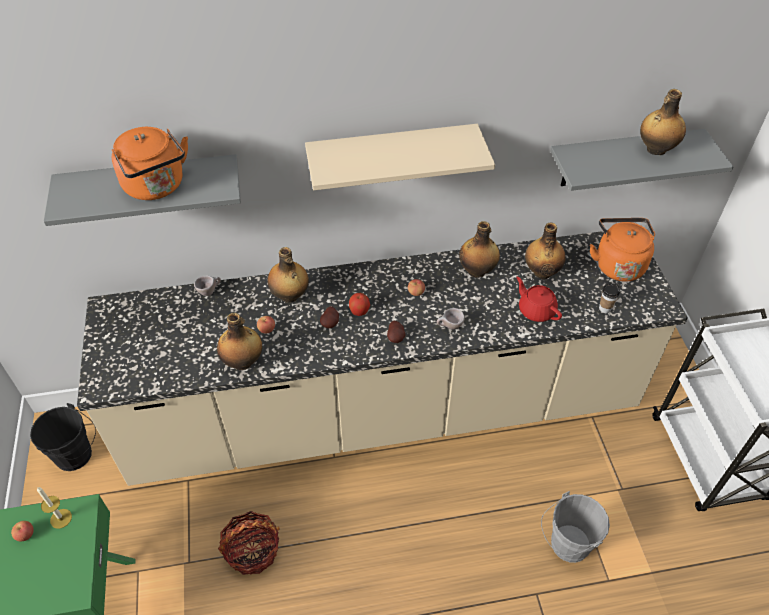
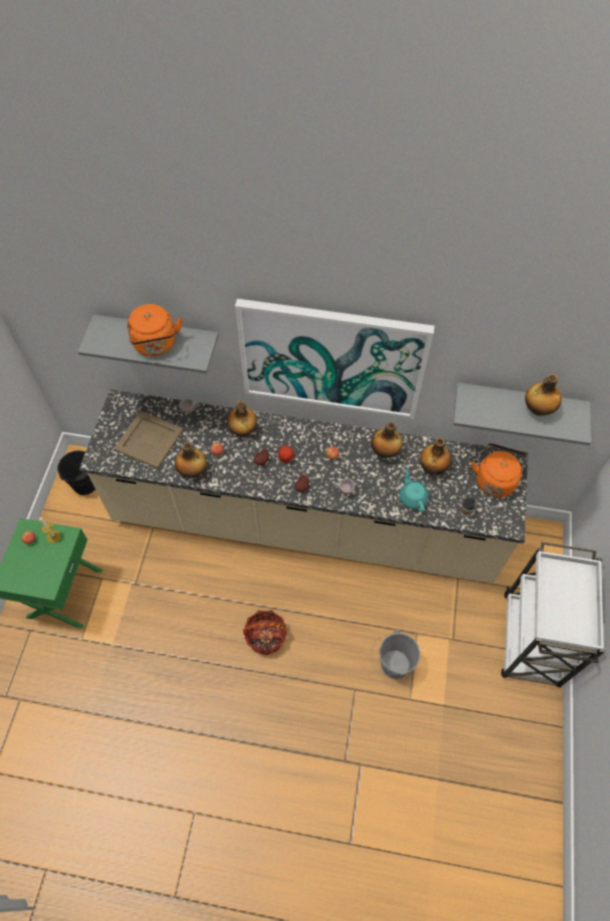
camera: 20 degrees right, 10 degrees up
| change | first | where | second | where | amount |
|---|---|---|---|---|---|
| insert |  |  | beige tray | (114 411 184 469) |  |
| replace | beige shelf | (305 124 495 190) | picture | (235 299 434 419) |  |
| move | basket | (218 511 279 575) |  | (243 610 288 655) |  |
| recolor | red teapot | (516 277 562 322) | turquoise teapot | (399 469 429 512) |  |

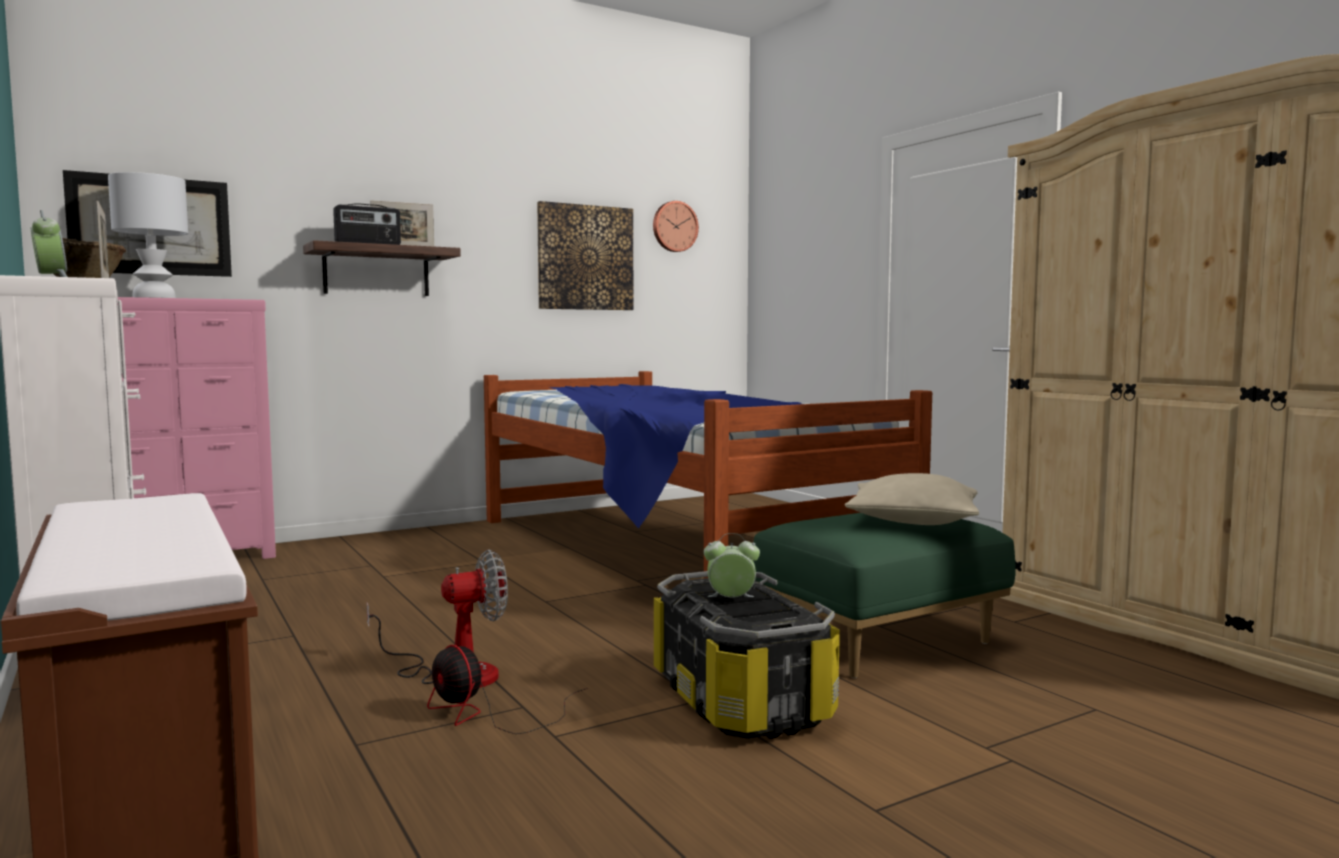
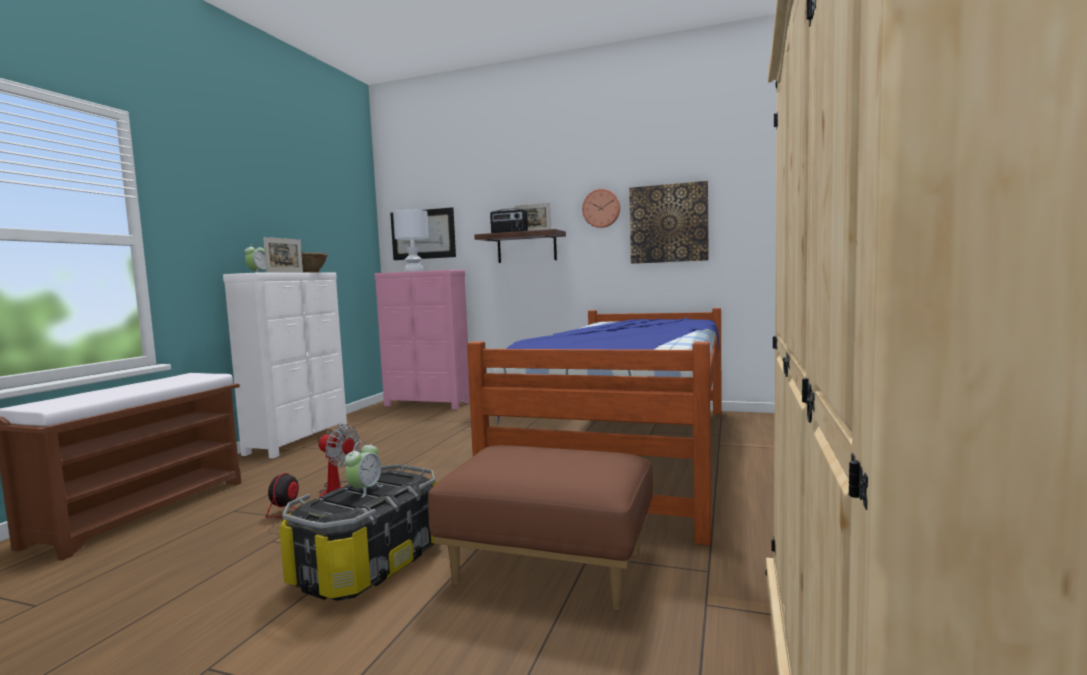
camera: 50 degrees right, 0 degrees up
| change | first | where | second | where | amount |
|---|---|---|---|---|---|
| rotate | alarm clock | (704 533 760 597) |  | (345 441 383 498) | 60 degrees clockwise |
| recolor | green ottoman | (753 513 1016 678) | brown ottoman | (428 445 653 610) |  |
| move | wall clock | (653 201 699 252) |  | (582 189 620 228) |  |
| delete | beige pillow | (844 473 979 525) |  |  |  |

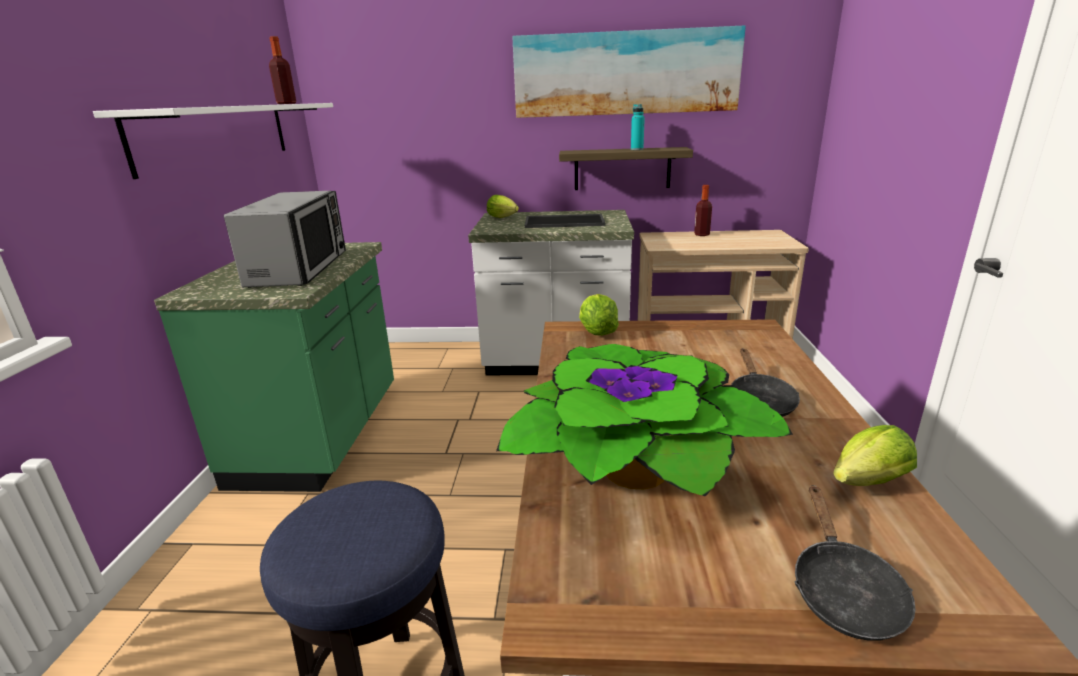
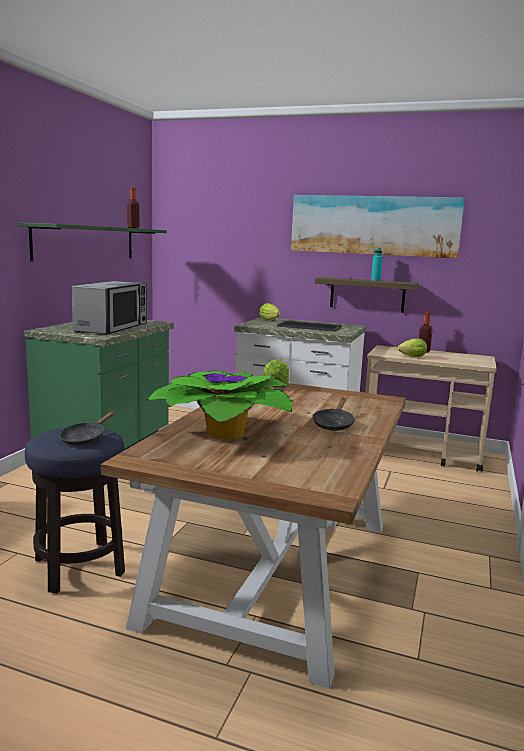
camera: 15 degrees right, 10 degrees down
| change | first | where | second | where | amount |
|---|---|---|---|---|---|
| recolor | white shelf | (93 103 333 179) | green shelf | (18 223 167 261) |  |
| move | black frying pan | (795 485 916 641) |  | (59 411 115 445) |  |
| move | lettuce | (833 425 917 486) |  | (397 338 427 357) |  |

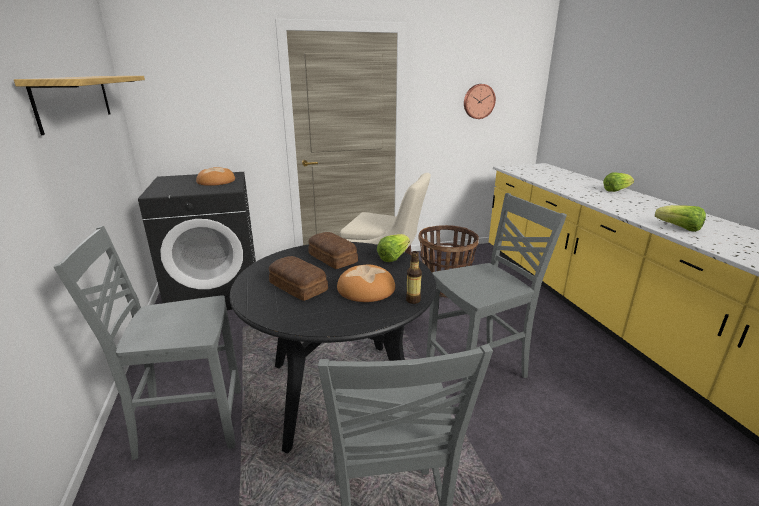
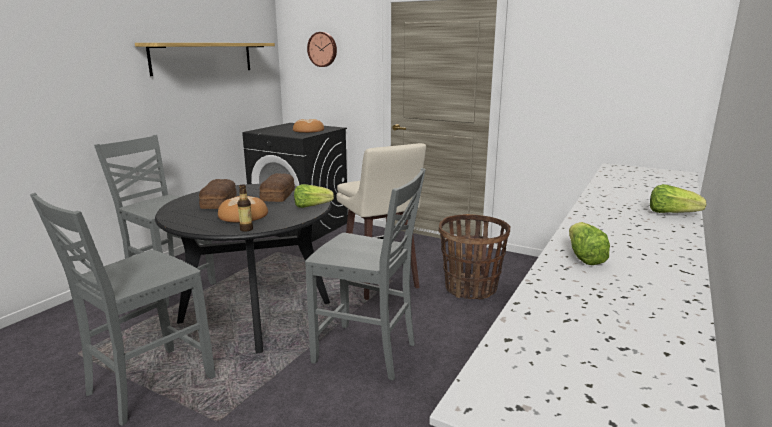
camera: 45 degrees right, 5 degrees down
| change | first | where | second | where | amount |
|---|---|---|---|---|---|
| move | wall clock | (464 84 496 119) |  | (307 32 337 67) |  |

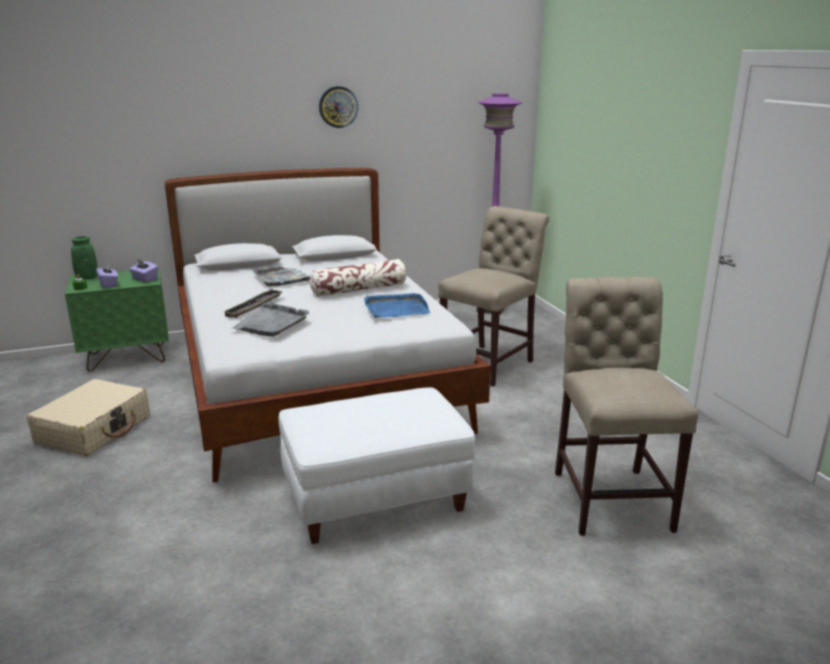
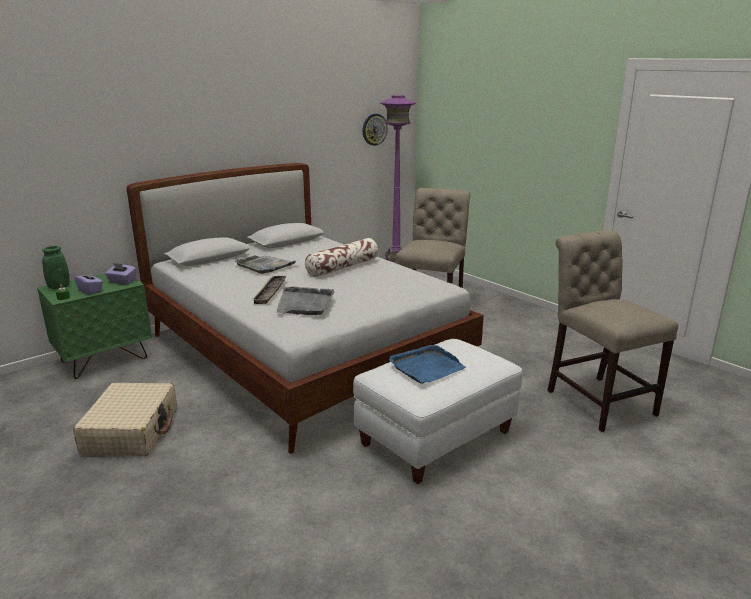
camera: 20 degrees left, 0 degrees up
| change | first | where | second | where | amount |
|---|---|---|---|---|---|
| move | wall clock | (319 86 358 128) |  | (362 114 388 146) |  |
| move | blue tray | (364 293 431 318) |  | (389 345 466 384) |  |

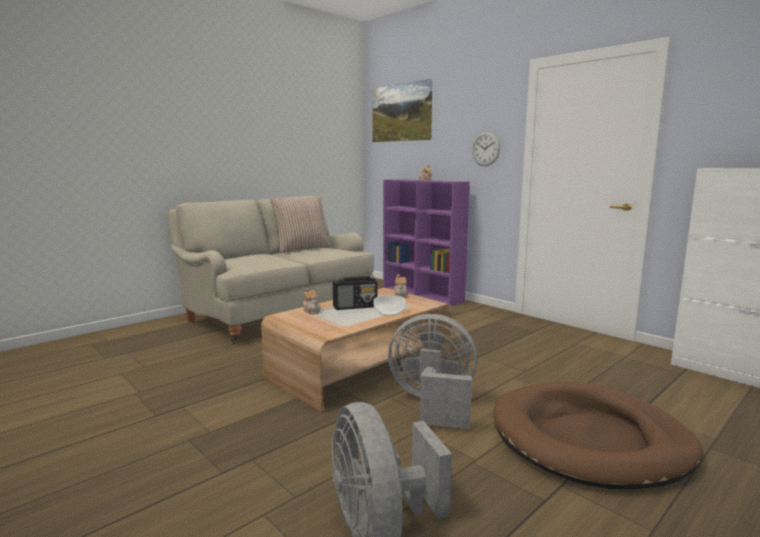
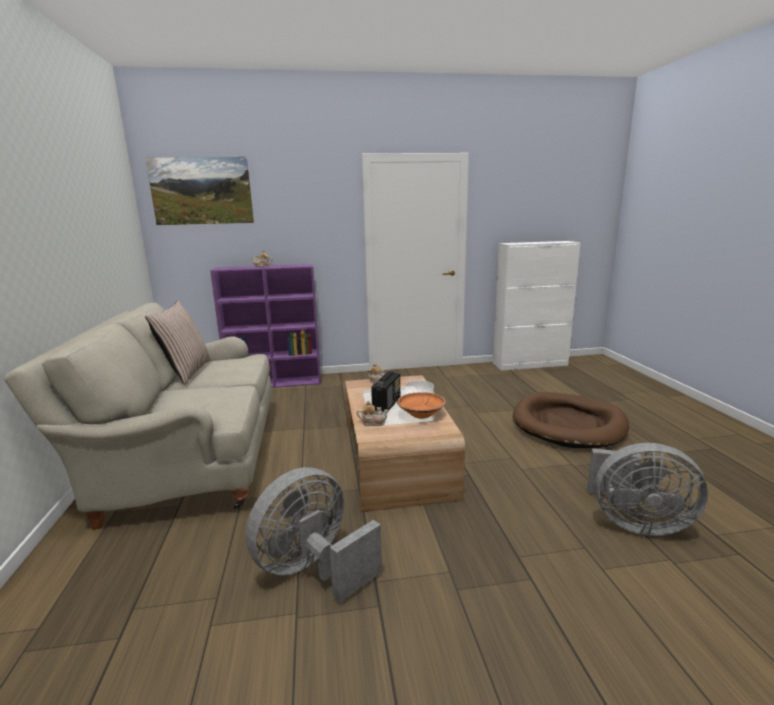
camera: 55 degrees left, 5 degrees up
| change | first | where | second | where | amount |
|---|---|---|---|---|---|
| move | grey fan | (388 314 477 429) |  | (246 467 382 602) |  |
| insert |  |  | orange bowl | (397 392 446 419) |  |
| delete | wall clock | (472 132 500 166) |  |  |  |

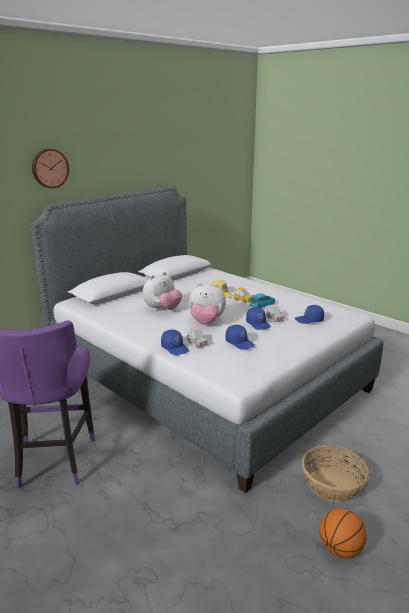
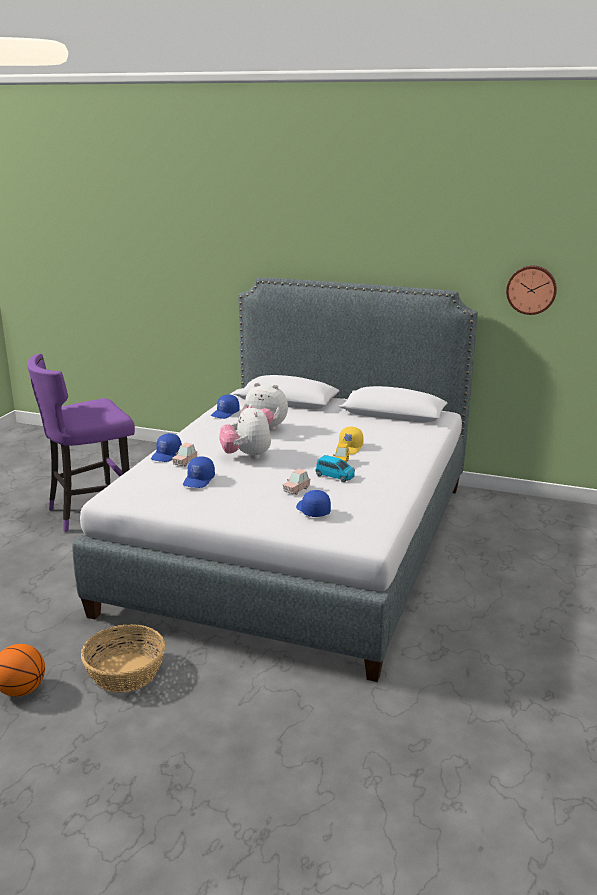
camera: 65 degrees right, 0 degrees up
| change | first | where | second | where | amount |
|---|---|---|---|---|---|
| move | blue cap | (246 307 271 330) |  | (211 394 240 419) |  |
| move | wall clock | (32 149 69 188) |  | (506 266 557 315) |  |

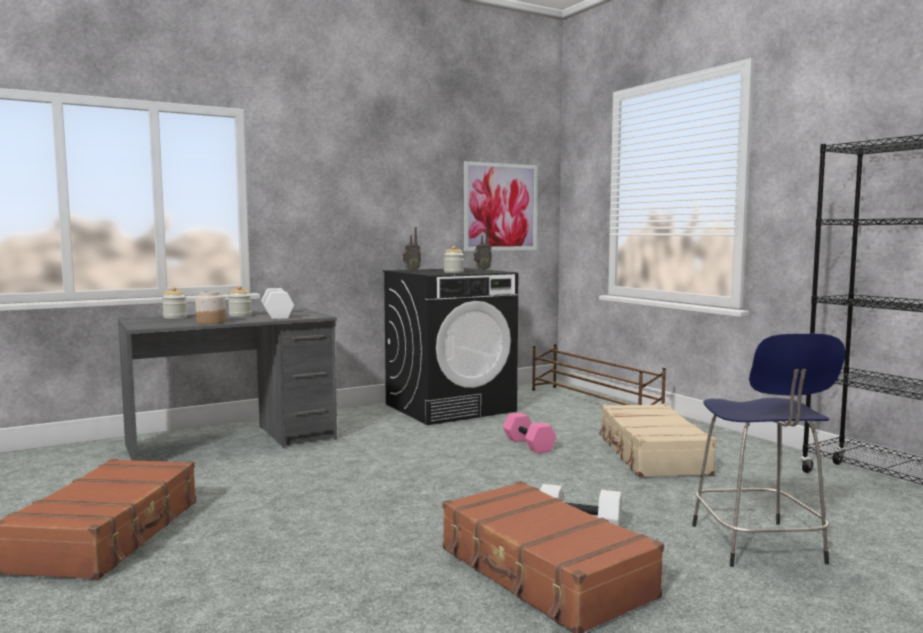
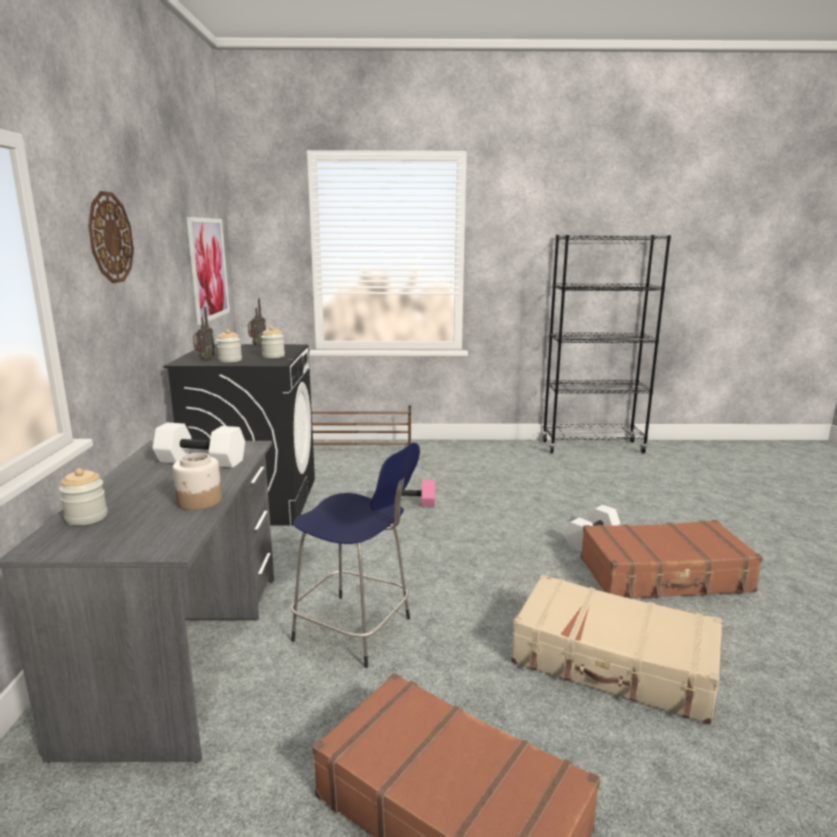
camera: 60 degrees left, 10 degrees up
| change | first | where | second | where | amount |
|---|---|---|---|---|---|
| insert |  |  | wall clock | (88 191 134 283) |  |
| move | jar | (228 286 252 317) |  | (217 329 242 362) |  |
| move | blue stool | (692 334 845 567) |  | (291 443 420 668) |  |
| move | beige suitcase | (598 404 716 477) |  | (511 574 722 725) |  |

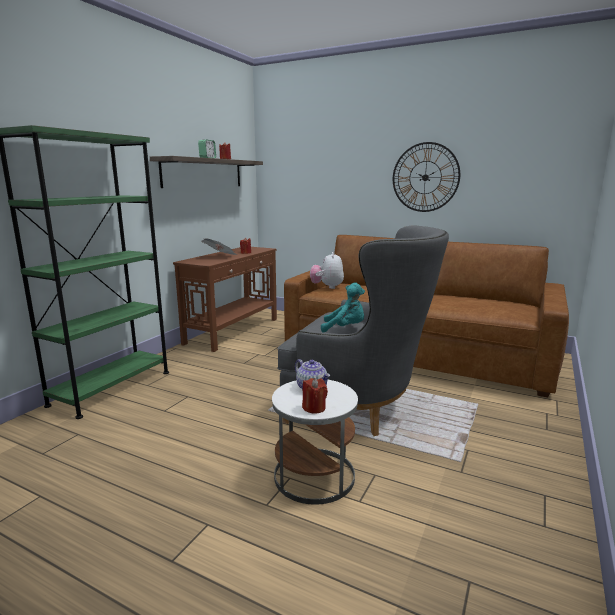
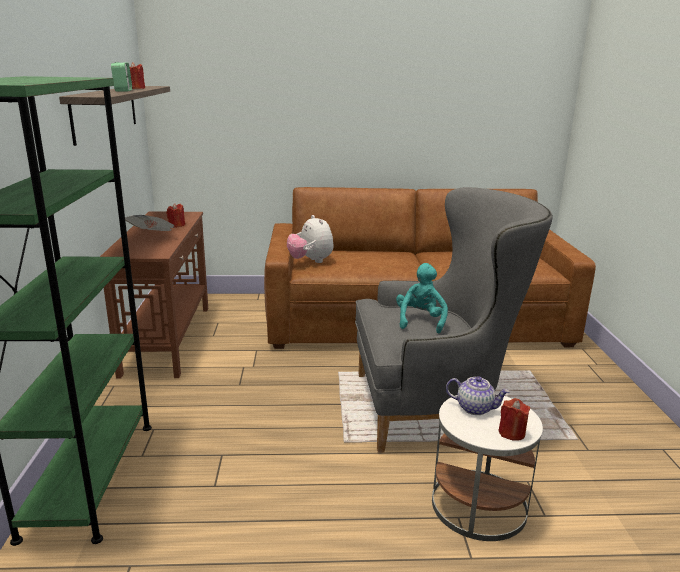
camera: 30 degrees left, 5 degrees up
| change | first | where | second | where | amount |
|---|---|---|---|---|---|
| rotate | turquoise plush toy | (321 282 365 333) |  | (396 263 448 333) | 60 degrees counterclockwise |
| delete | wall clock | (393 142 460 212) |  |  |  |

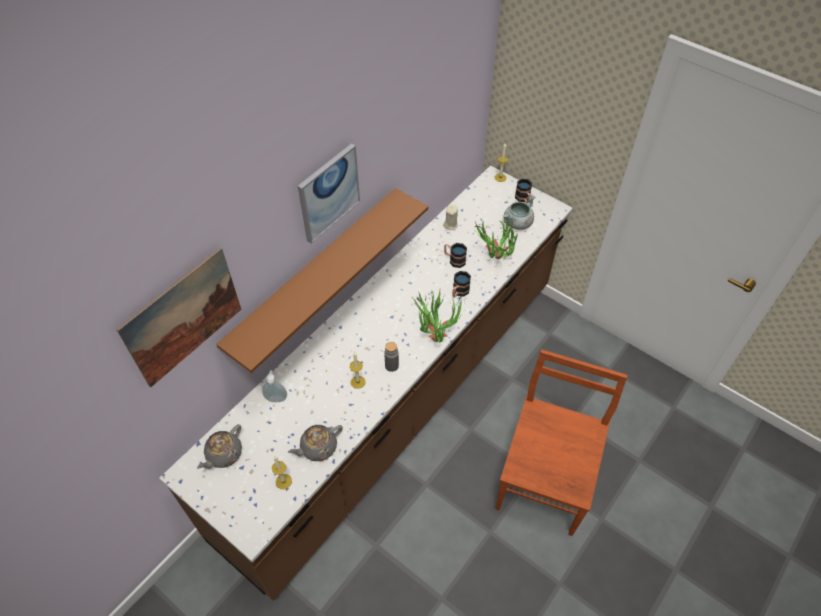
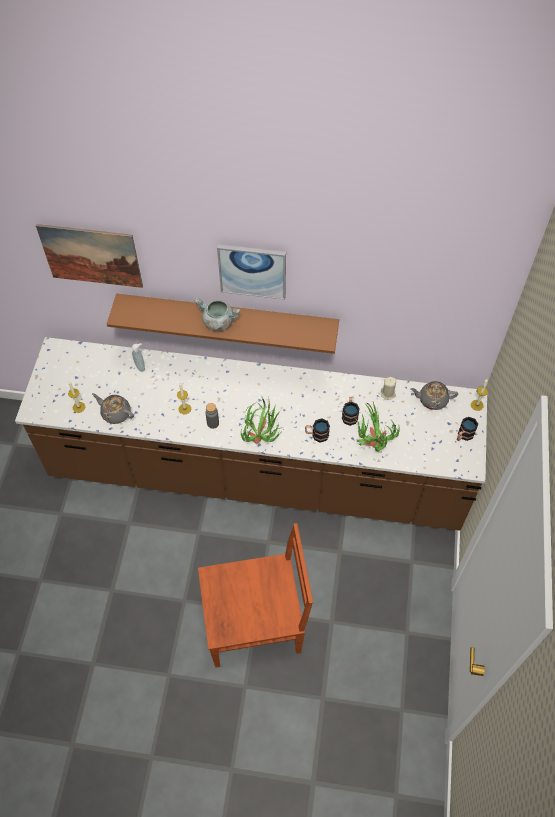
camera: 60 degrees right, 5 degrees up
| change | first | where | second | where | amount |
|---|---|---|---|---|---|
| move | grey cooking pot | (502 194 536 230) |  | (194 298 240 331) |  |
| move | grey teapot | (197 424 242 469) |  | (411 381 458 410) |  |

